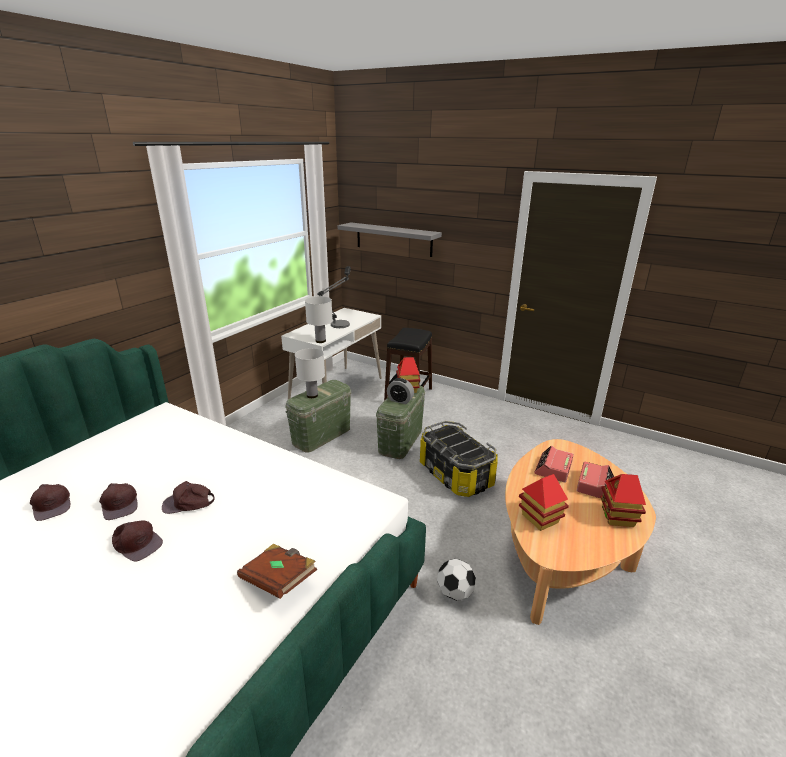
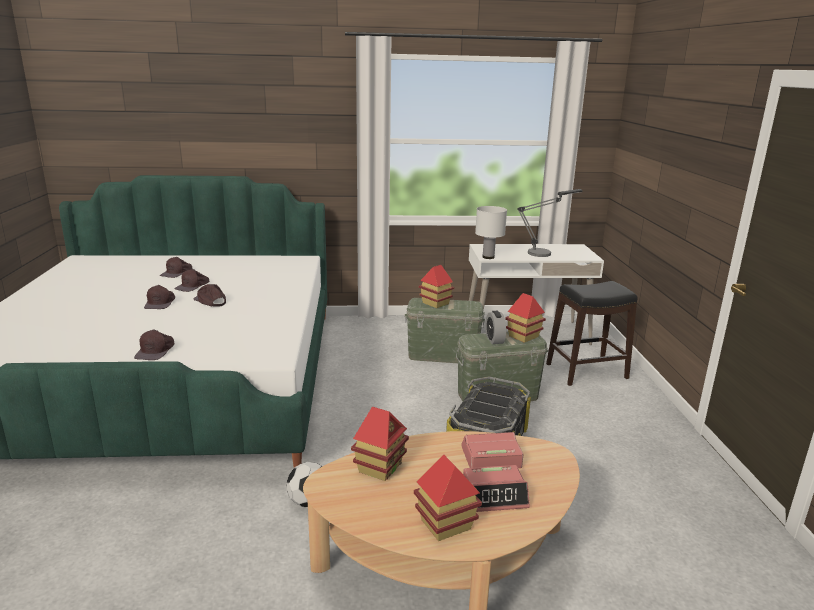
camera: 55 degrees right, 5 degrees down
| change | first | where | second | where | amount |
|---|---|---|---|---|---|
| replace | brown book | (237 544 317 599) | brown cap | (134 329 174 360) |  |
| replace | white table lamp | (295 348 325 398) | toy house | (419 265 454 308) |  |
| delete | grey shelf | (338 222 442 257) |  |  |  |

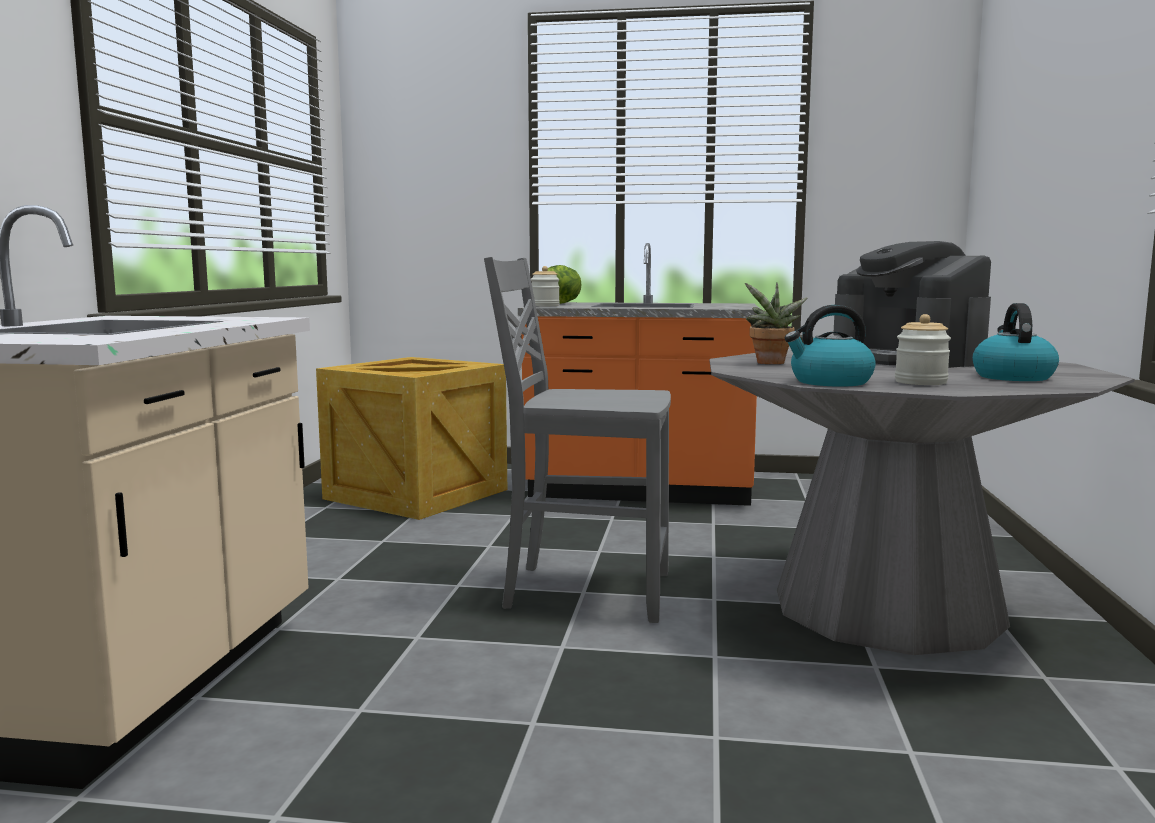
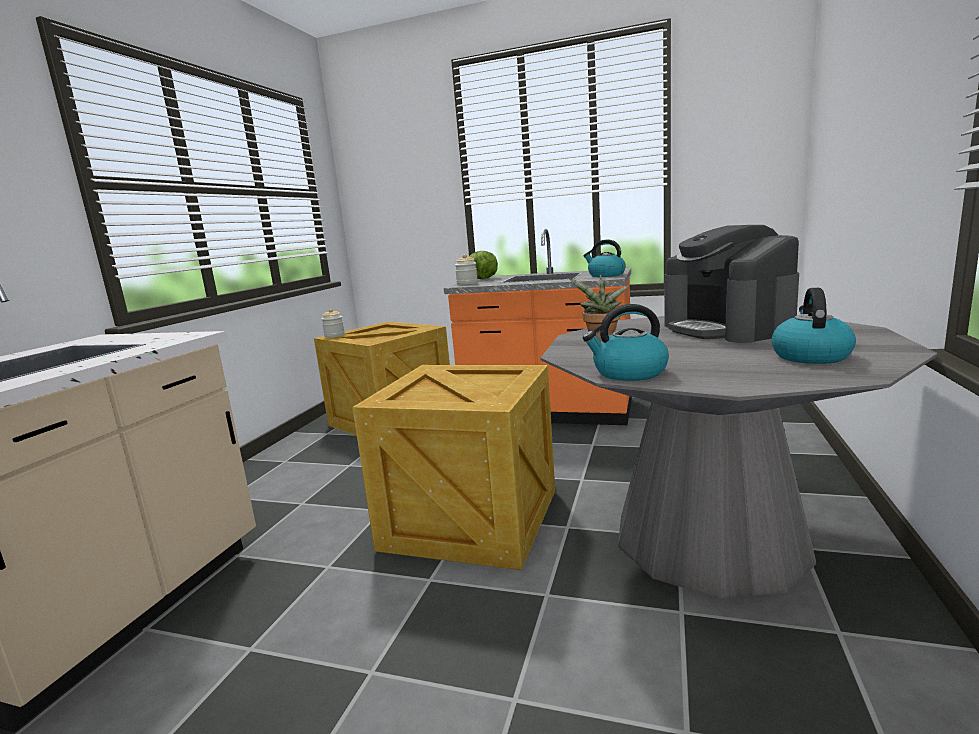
camera: 10 degrees right, 5 degrees up
| change | first | where | second | where | amount |
|---|---|---|---|---|---|
| move | jar | (895 314 951 385) |  | (321 309 345 338) |  |
| replace | grey chair | (484 257 671 623) | crate | (352 365 555 570) |  |
| insert |  |  | kettle | (583 240 626 277) |  |

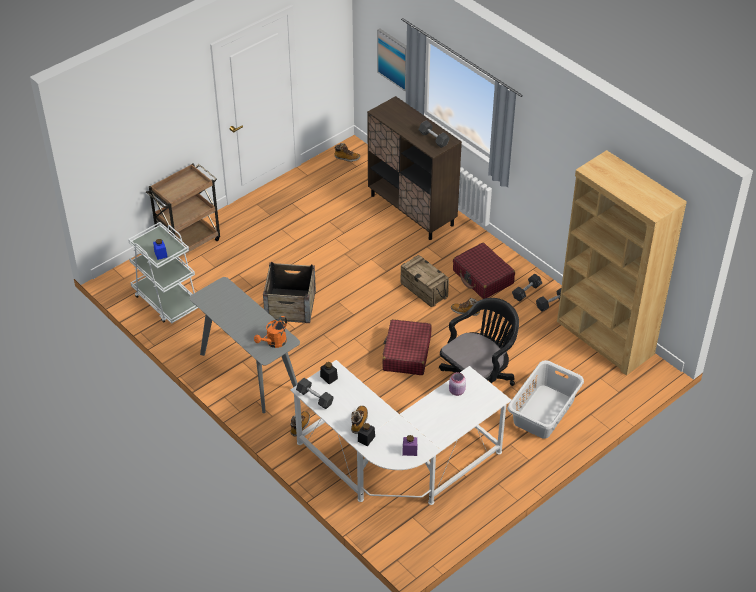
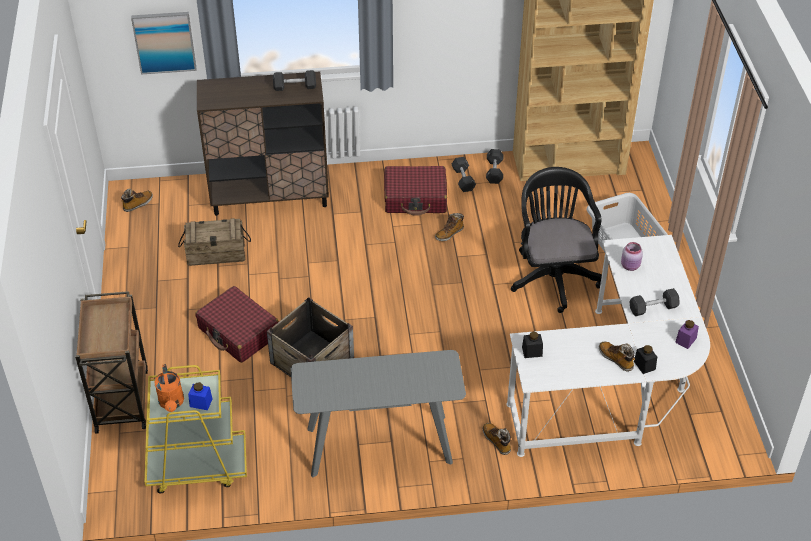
camera: 55 degrees left, 0 degrees up
| change | first | where | second | where | amount |
|---|---|---|---|---|---|
| recolor | white cart | (128 222 198 324) | yellow cart | (145 365 247 493) |  |
| move | orange watering can | (254 316 287 348) |  | (154 364 184 412) |  |
| move | crate | (401 255 449 307) |  | (178 218 251 266) |  |
| move | red suitcase | (382 319 432 375) |  | (195 286 279 363) |  |
| move | grey dumbbell | (296 378 334 409) |  | (630 288 680 316) |  |

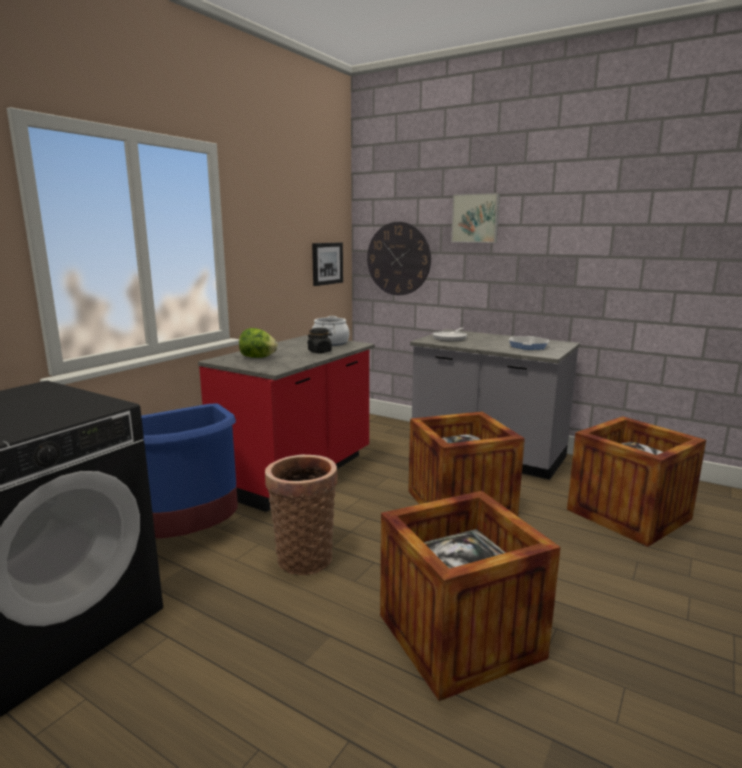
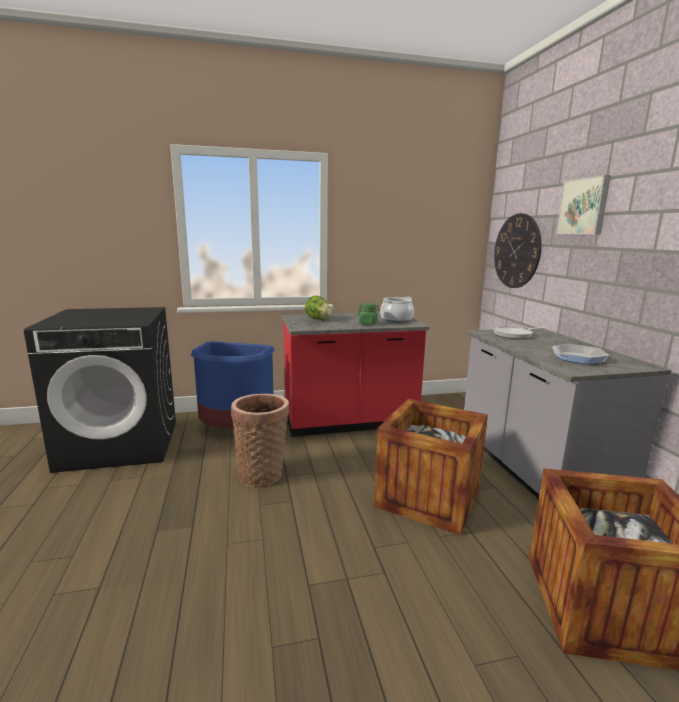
camera: 45 degrees right, 0 degrees up
| change | first | where | second | where | amount |
|---|---|---|---|---|---|
| recolor | black jar | (307 328 332 353) | green jar | (357 303 380 325) |  |
| delete | picture | (312 243 343 286) |  |  |  |
| delete | crate | (380 491 561 701) |  |  |  |

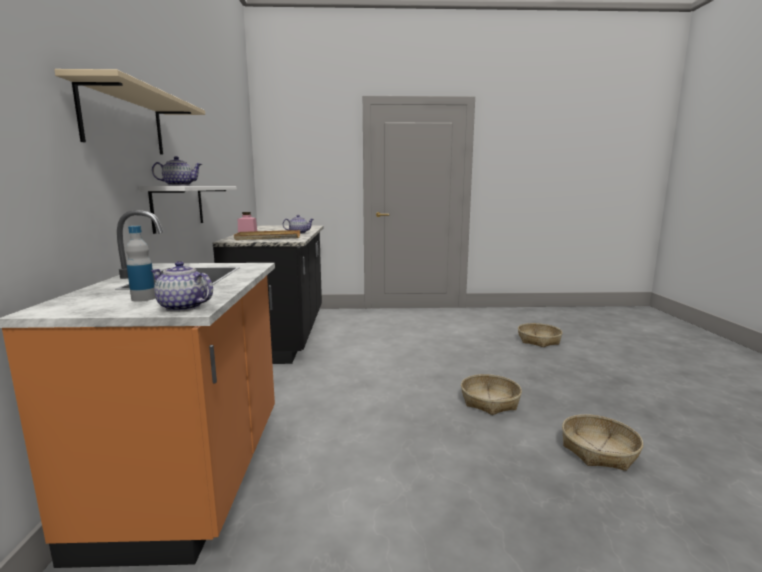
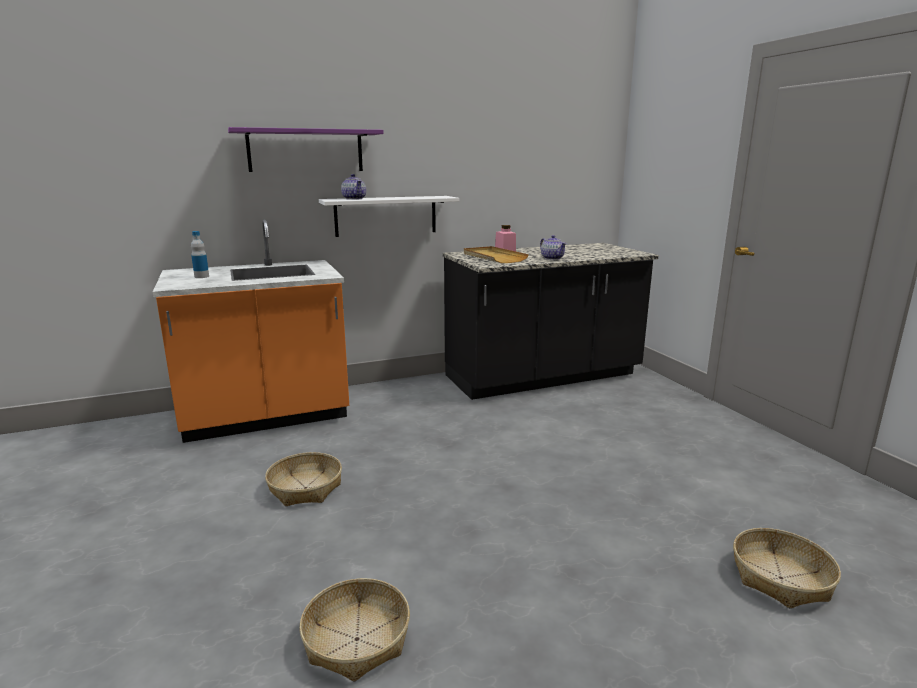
camera: 70 degrees right, 5 degrees up
| change | first | where | second | where | amount |
|---|---|---|---|---|---|
| recolor | beige shelf | (54 69 205 155) | purple shelf | (228 127 384 172) |  |
| move | basket | (461 374 522 415) |  | (265 452 342 506) |  |
| delete | teapot | (150 261 213 312) |  |  |  |

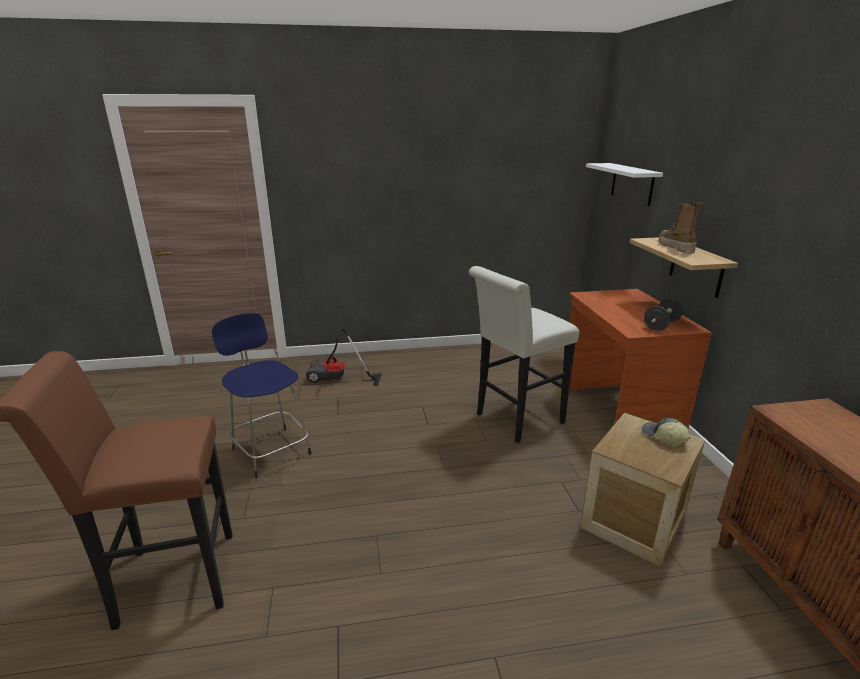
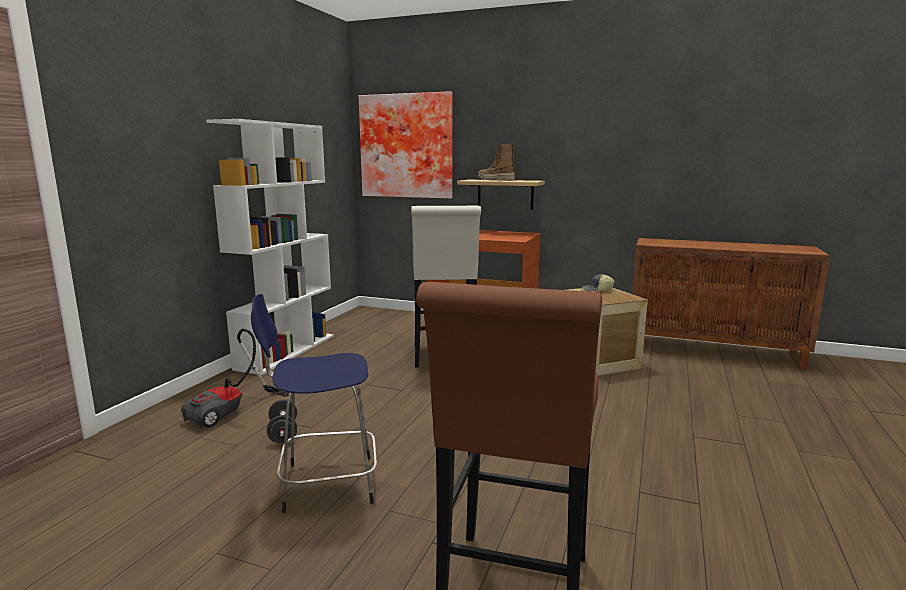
camera: 60 degrees left, 10 degrees down
| change | first | where | second | where | amount |
|---|---|---|---|---|---|
| insert |  |  | white bookcase | (206 119 334 375) |  |
| move | black dumbbell | (644 298 683 331) |  | (267 400 297 443) |  |
| replace | white shelf | (586 163 663 206) | picture | (359 91 453 198) |  |

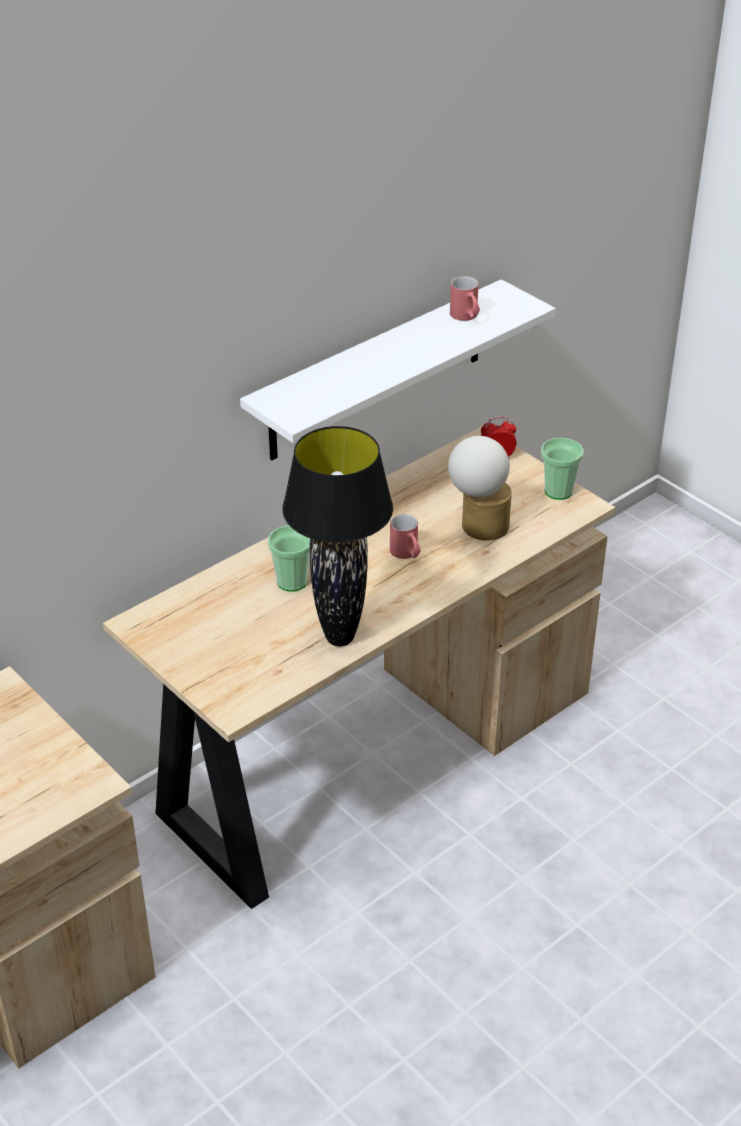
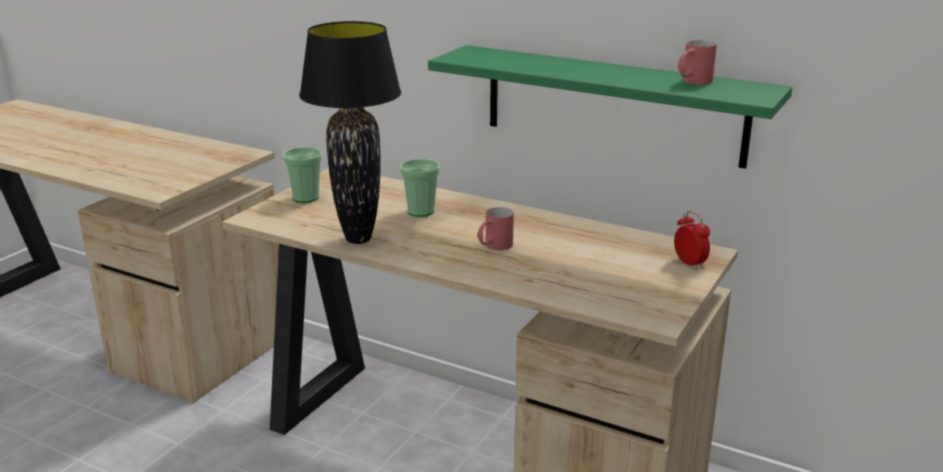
camera: 70 degrees right, 15 degrees down
| change | first | where | second | where | amount |
|---|---|---|---|---|---|
| move | cup | (541 438 584 500) |  | (282 147 322 203) |  |
| recolor | white shelf | (240 279 555 460) | green shelf | (428 45 792 169) |  |
| delete | table lamp | (448 436 512 541) |  |  |  |

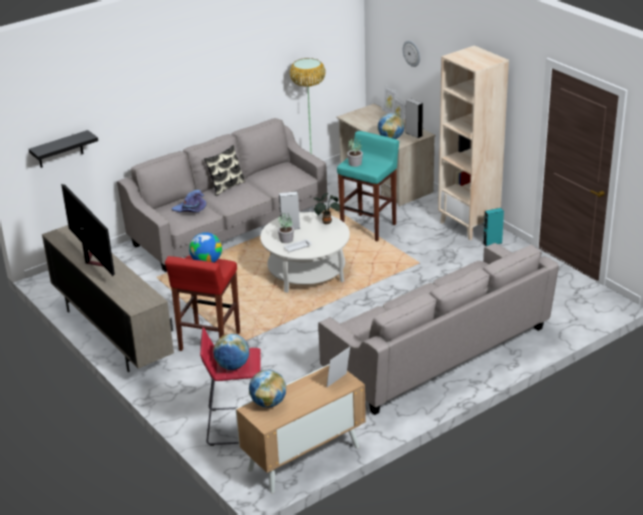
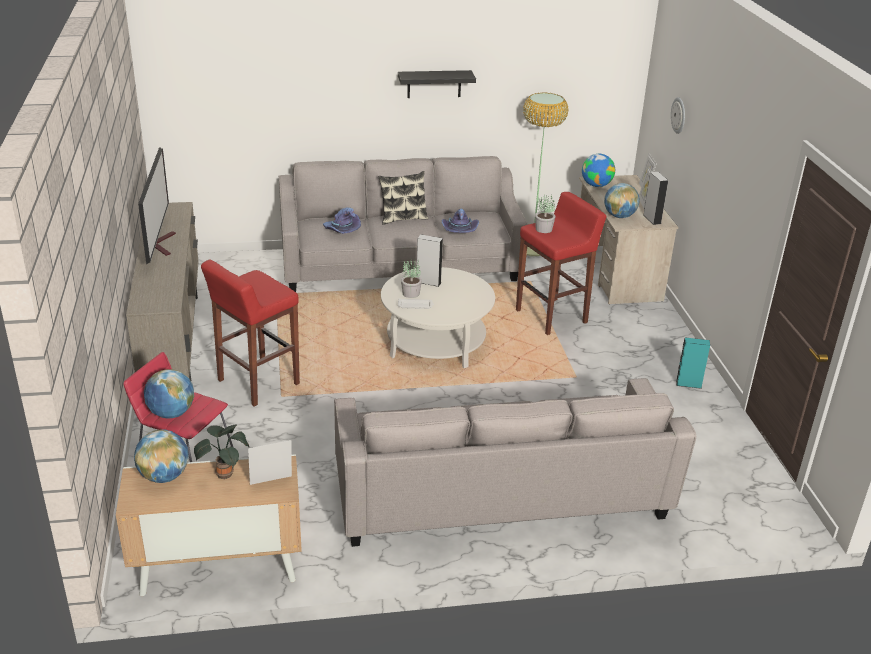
camera: 25 degrees right, 0 degrees up
| change | first | where | second | where | amount |
|---|---|---|---|---|---|
| move | potted plant | (313 193 340 225) |  | (194 425 249 479) |  |
| move | black shelf | (29 130 98 168) |  | (398 70 476 98) |  |
| insert |  |  | purple hat | (442 209 479 233) |  |
| recolor | turquoise stool | (337 131 399 241) | red stool | (516 192 607 335) |  |
| move | globe | (189 232 222 263) |  | (582 154 615 187) |  |
| delete | beige bookcase | (438 45 509 240) |  |  |  |

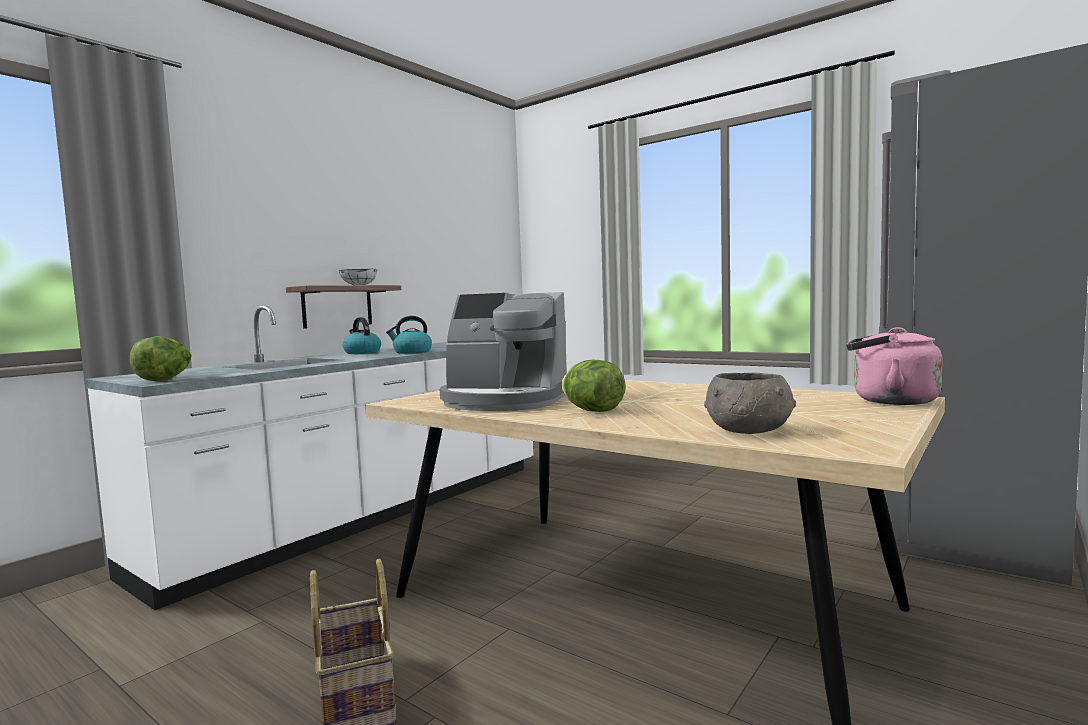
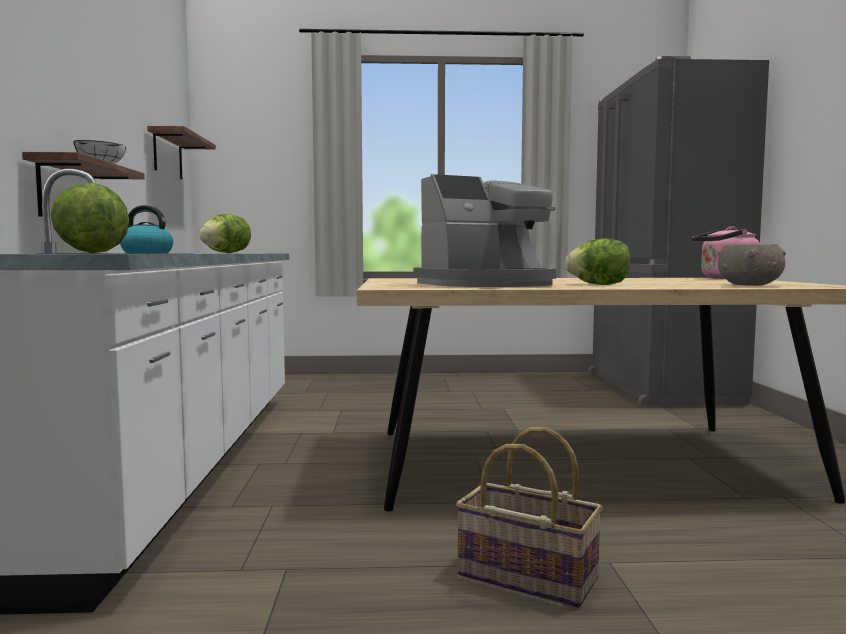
camera: 40 degrees left, 0 degrees up
| change | first | where | second | where | amount |
|---|---|---|---|---|---|
| insert |  |  | shelf | (147 126 216 179) |  |
| replace | kettle | (386 316 432 354) | lettuce | (199 214 251 253) |  |

